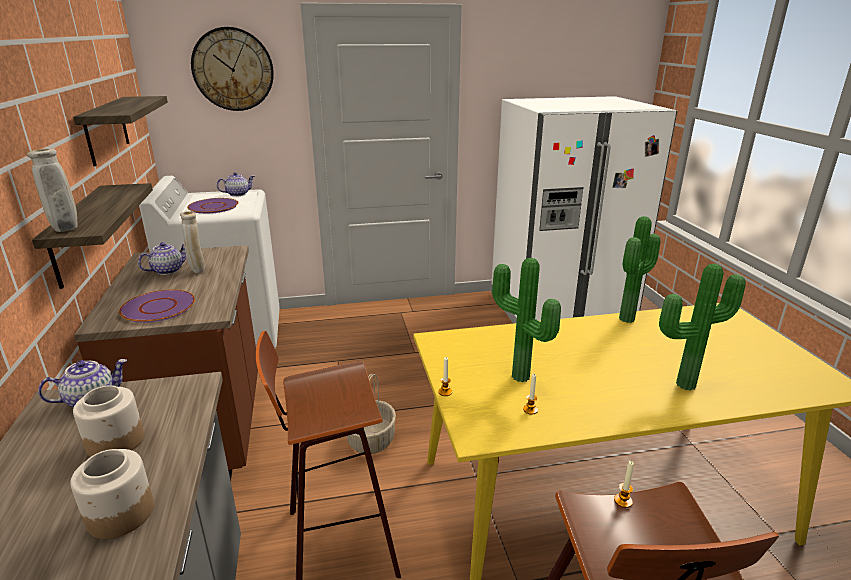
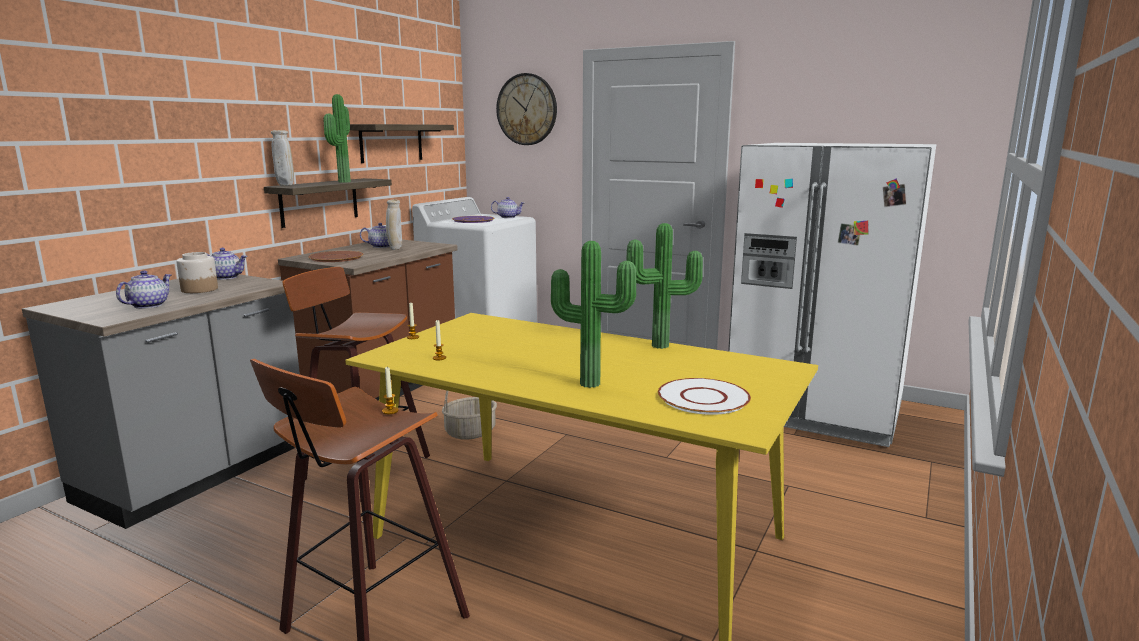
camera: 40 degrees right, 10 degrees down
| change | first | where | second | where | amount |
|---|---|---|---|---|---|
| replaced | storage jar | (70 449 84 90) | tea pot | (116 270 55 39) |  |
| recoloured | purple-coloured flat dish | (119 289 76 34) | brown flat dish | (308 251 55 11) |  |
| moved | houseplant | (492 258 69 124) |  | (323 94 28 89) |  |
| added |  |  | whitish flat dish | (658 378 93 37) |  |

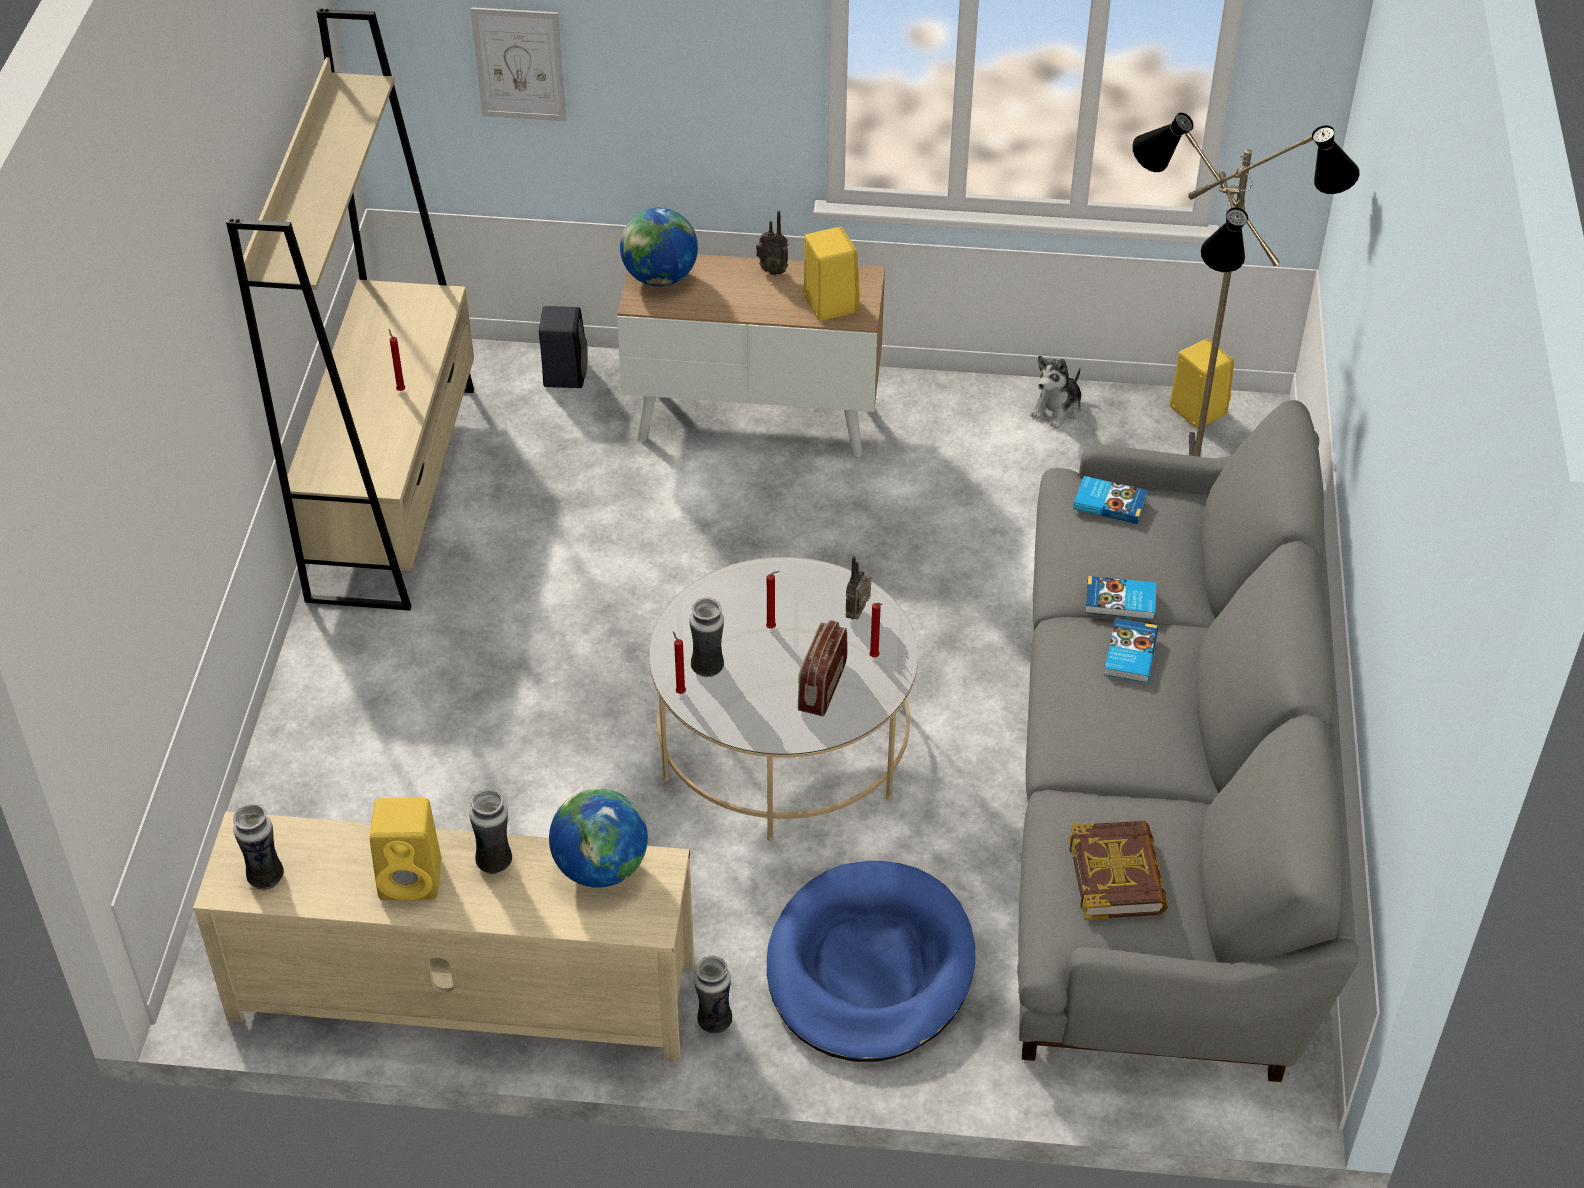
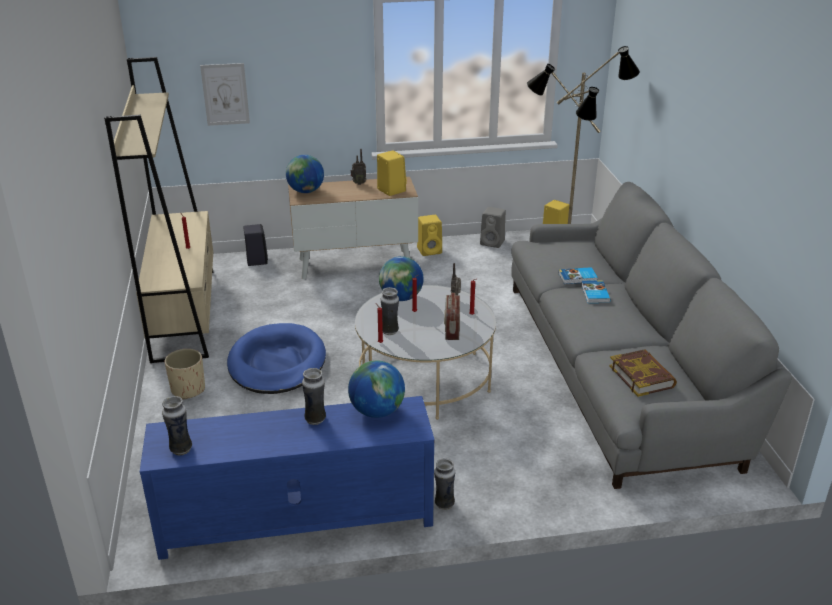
camera: 15 degrees left, 15 degrees down
| change | first | where | second | where | amount |
|---|---|---|---|---|---|
| recoloured | beige tv unit | (193 811 501 250) | blue tv unit | (140 396 295 164) |  |
| added |  |  | beige plant pot | (165 349 40 50) |  |
| moved | blue pet bed | (767 861 208 201) |  | (227 323 99 71) |  |
| added |  |  | globe | (379 256 45 45) |  |
| moved | yellowish loudspeaker | (370 798 71 102) |  | (417 215 25 41) |  |
| replaced | soft toy | (1030 356 52 73) | greyish loudspeaker | (480 207 26 41) |  |
| removed | book | (1073 476 75 48) |  |  |  |

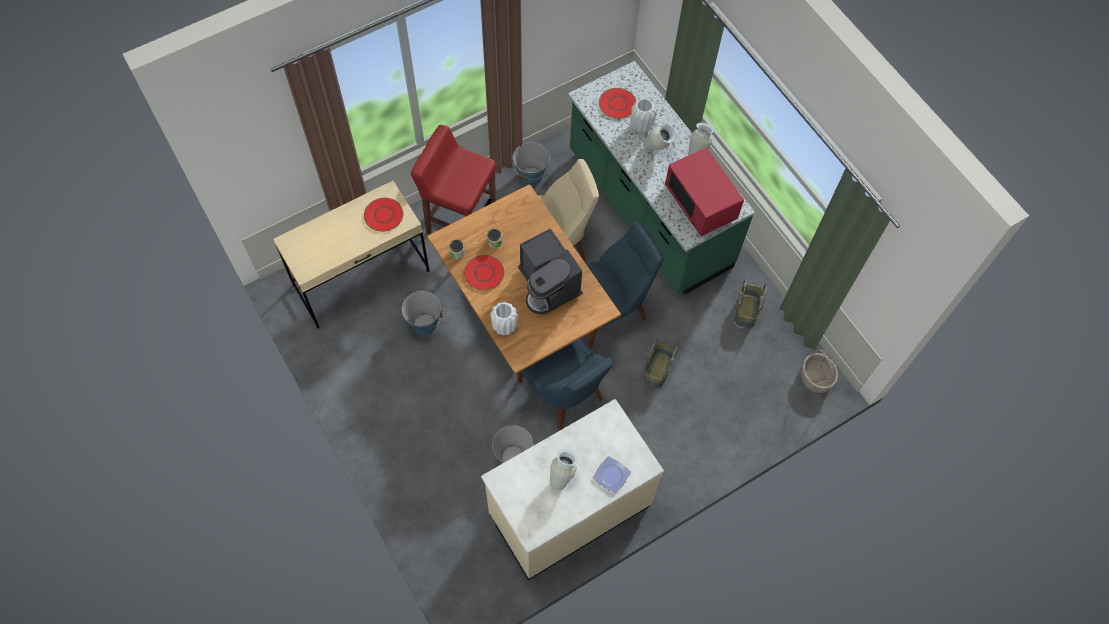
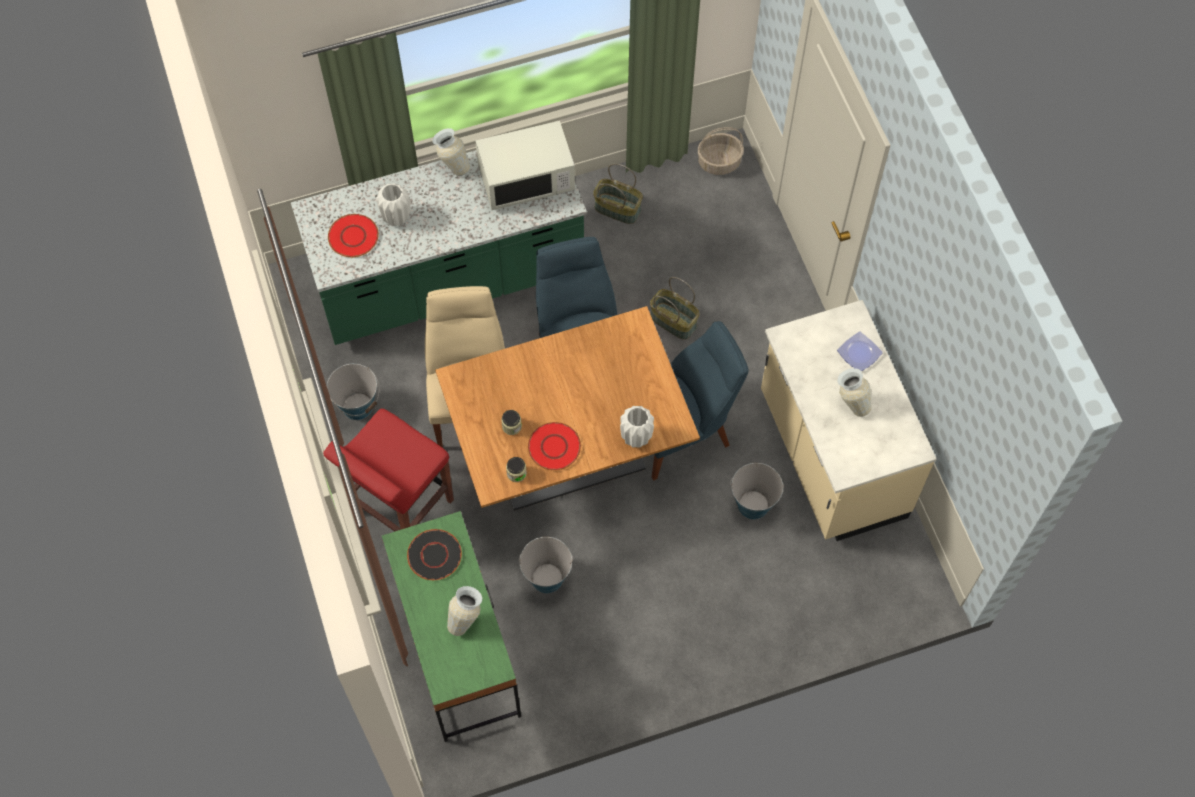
camera: 75 degrees left, 0 degrees up
| change | first | where | second | where | amount |
|---|---|---|---|---|---|
| recoloured | beige desk unit | (273 181 156 148) | green desk unit | (382 511 139 231) |  |
| recoloured | reddish flat dish | (364 198 39 34) | black flat dish | (407 529 55 51) |  |
| moved | vase | (643 125 33 27) |  | (447 586 35 50) |  |
| recoloured | reddish microwave | (665 147 79 89) | whitish microwave | (475 121 100 89) |  |
| removed | coffee machine | (518 228 65 86) |  |  |  |

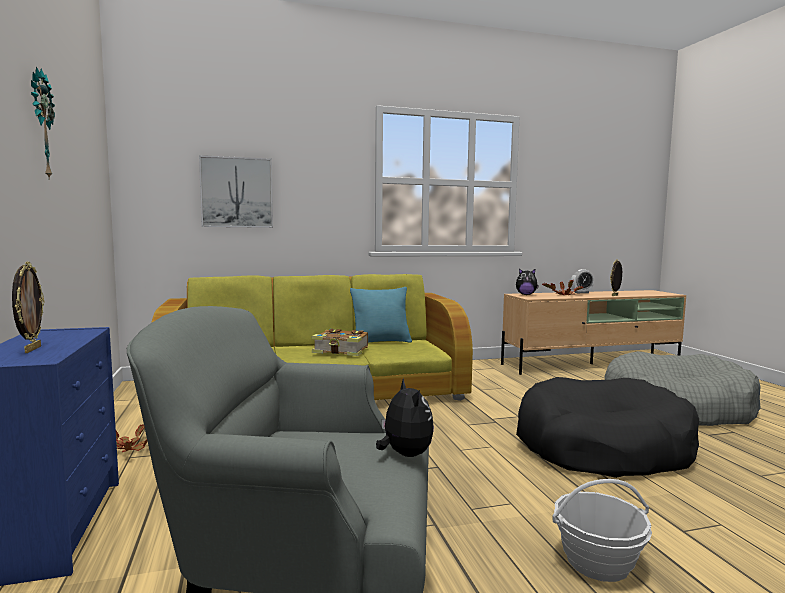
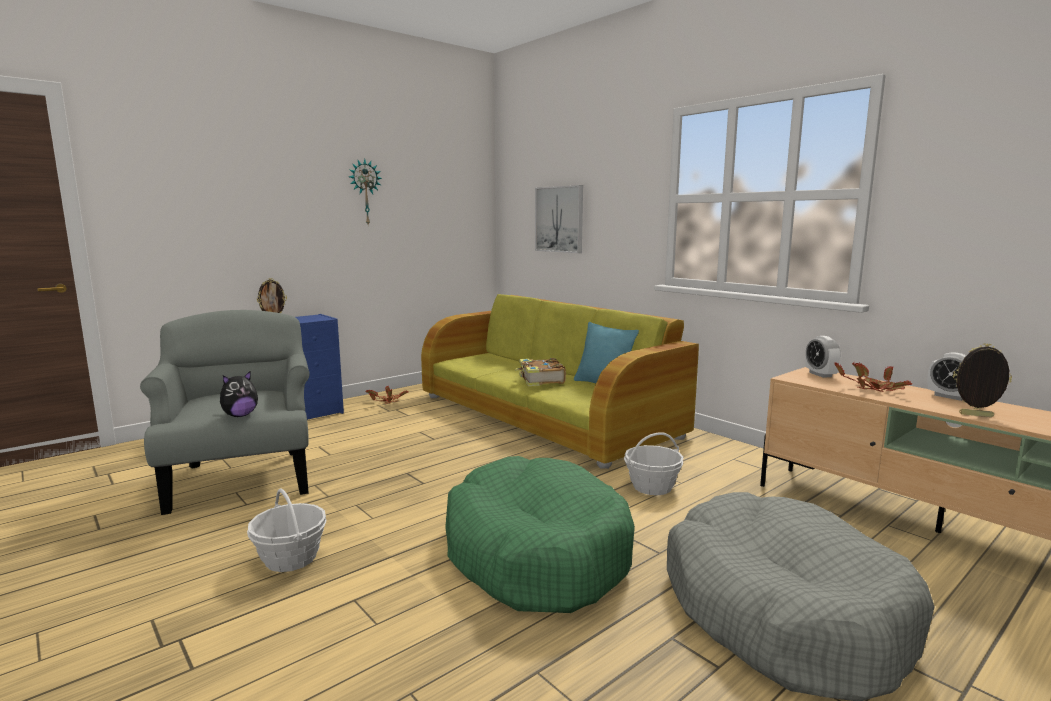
camera: 65 degrees right, 5 degrees up
| change | first | where | second | where | amount |
|---|---|---|---|---|---|
| recoloured | black pet bed | (516 377 183 101) | green pet bed | (445 456 190 157) |  |
| added |  |  | storage basket | (624 432 60 63) |  |
| replaced | soft toy | (516 268 23 27) | alarm clock | (805 336 36 42) |  |

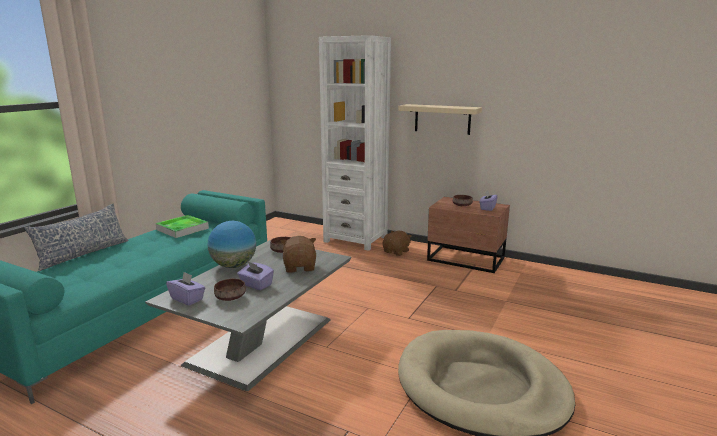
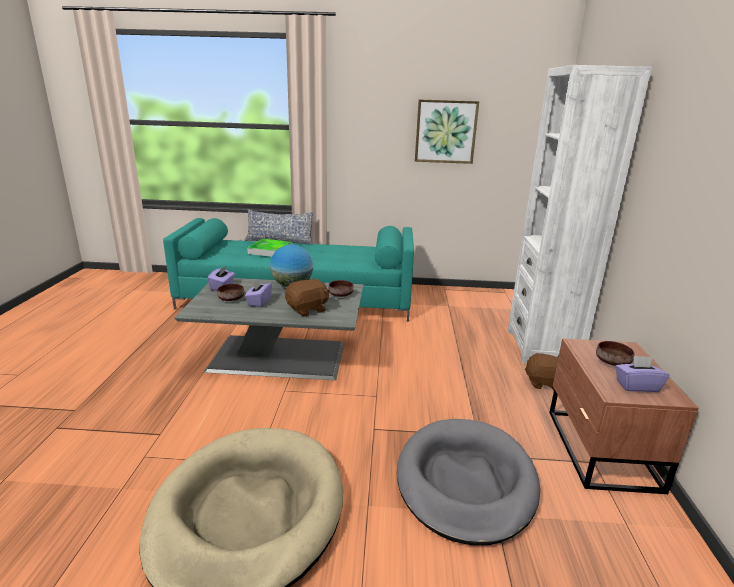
camera: 65 degrees right, 5 degrees up
| change | first | where | second | where | amount |
|---|---|---|---|---|---|
| moved | carrying tray | (156 215 53 23) |  | (247 239 45 18) |  |
| added |  |  | greyish pet bed | (397 419 143 126) |  |
| added |  |  | wall picture | (415 99 64 65) |  |
| removed | beige shelf | (398 104 84 31) |  |  |  |

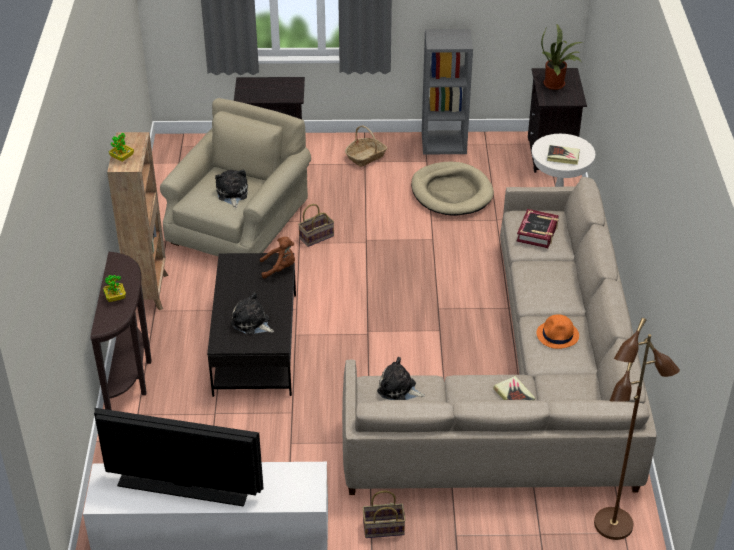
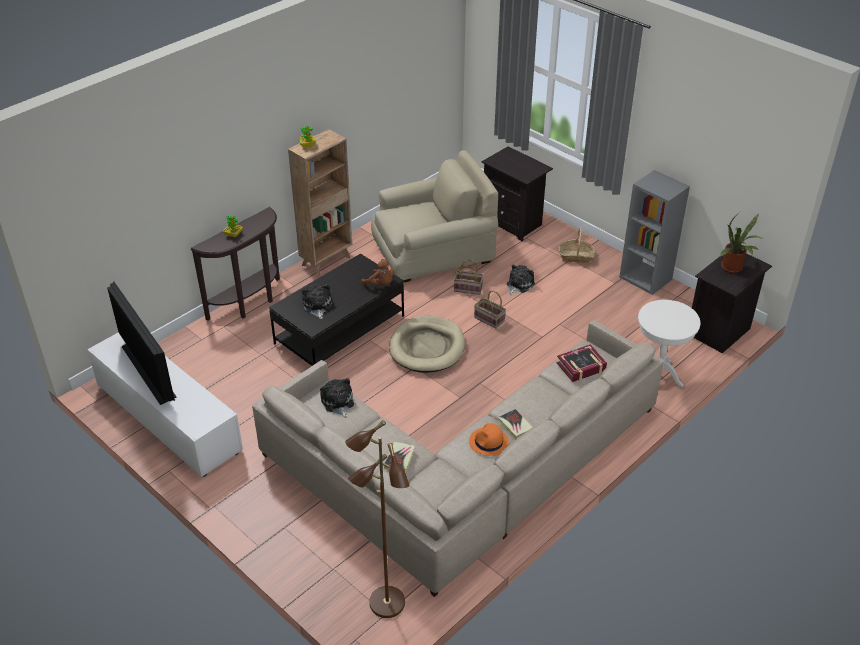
camera: 45 degrees right, 0 degrees up
| change | first | where | second | where | amount |
|---|---|---|---|---|---|
| moved | beige pet bed | (411 162 83 54) |  | (389 316 76 57) |  |
| moved | storage basket | (363 491 43 47) |  | (474 291 32 38) |  |
| moved | book | (547 145 33 20) |  | (498 409 34 30) |  |
| moved | soft toy | (215 170 33 38) |  | (507 265 28 30) |  |

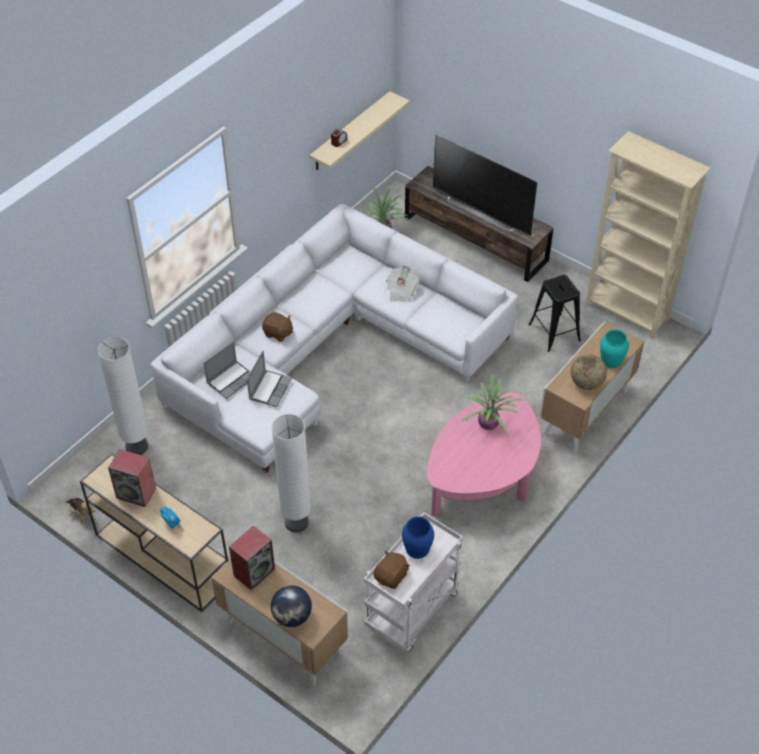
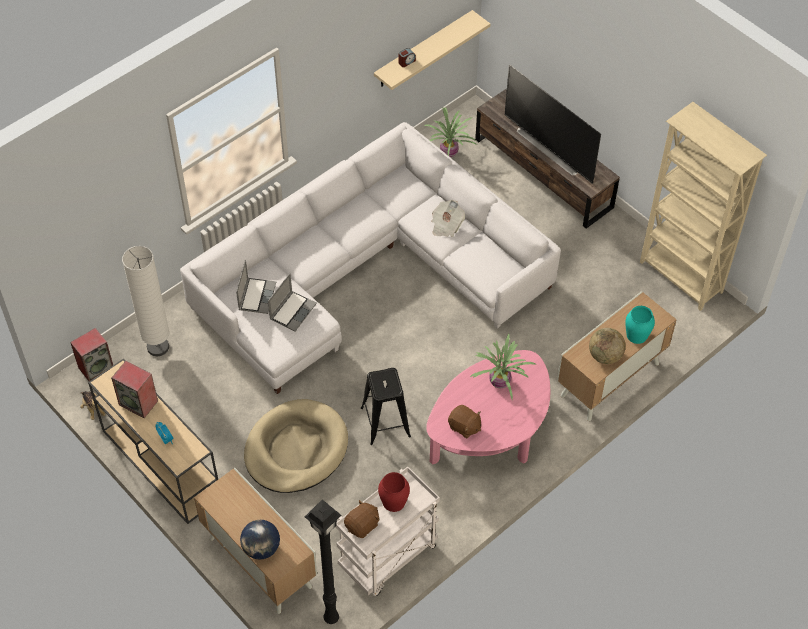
camera: 10 degrees right, 5 degrees up
| change | first | where | second | where | amount |
|---|---|---|---|---|---|
| moved | loudspeaker | (229 525 46 66) |  | (70 328 43 53) |  |
| turned | notebook computer | (204 341 46 58) |  | (236 260 40 54) | 45 degrees counterclockwise |
| replaced | whitish standing lamp | (272 414 39 119) | beige pet bed | (244 399 104 94) |  |
| added |  |  | black standing lamp | (305 500 36 124) |  |
| moved | black sitting stool | (529 275 52 77) |  | (361 368 50 77) |  |
| recoloured | blue vase | (402 516 32 43) | reddish vase | (378 472 32 40) |  |
| moved | brown soft toy | (262 312 31 30) |  | (448 405 33 33) |  |

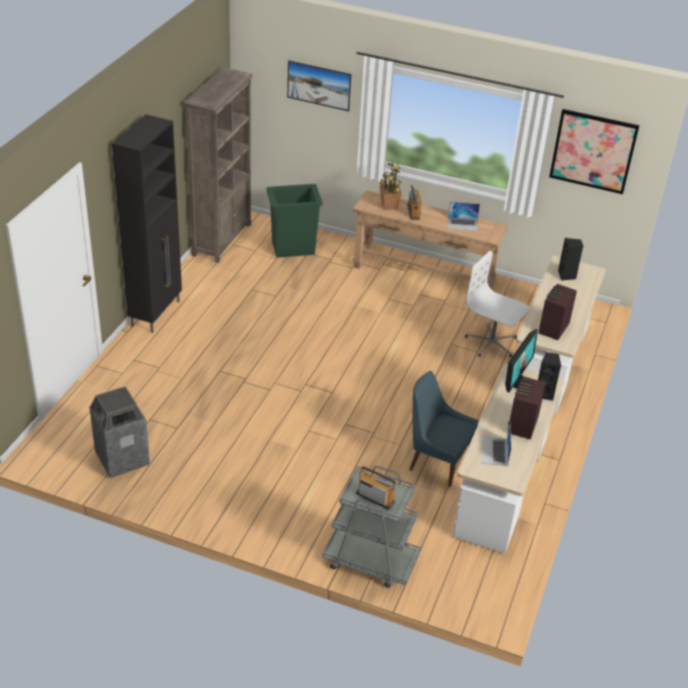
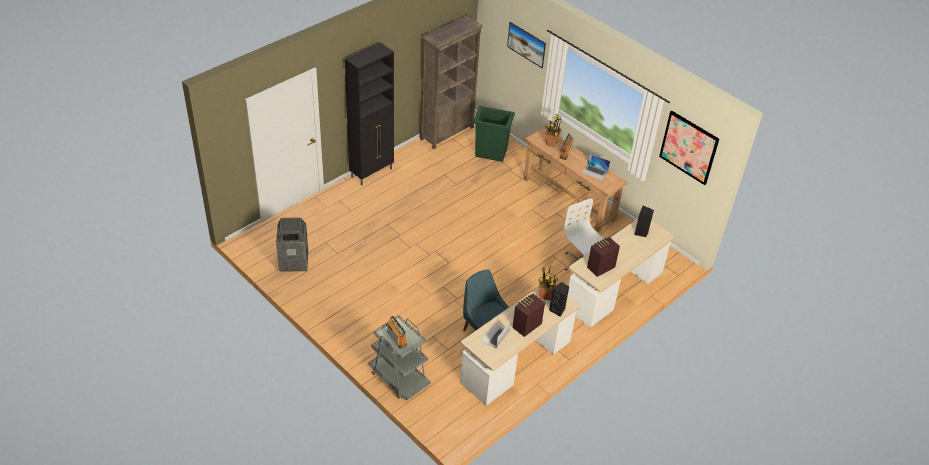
camera: 25 degrees right, 5 degrees up
| change | first | where | second | where | amount |
|---|---|---|---|---|---|
| replaced | computer display | (505 329 33 63) | houseplant | (538 264 20 37) |  |

